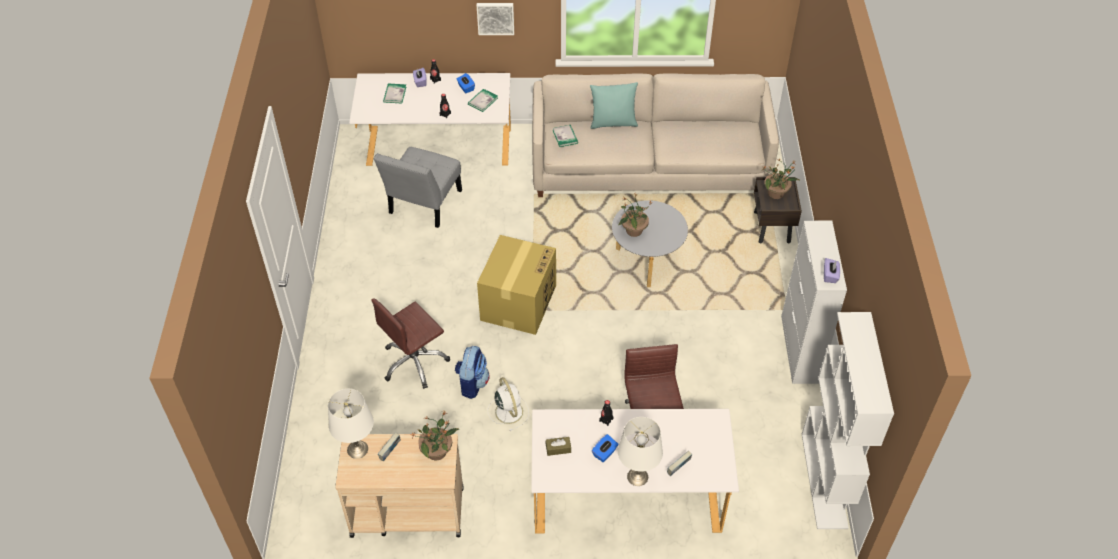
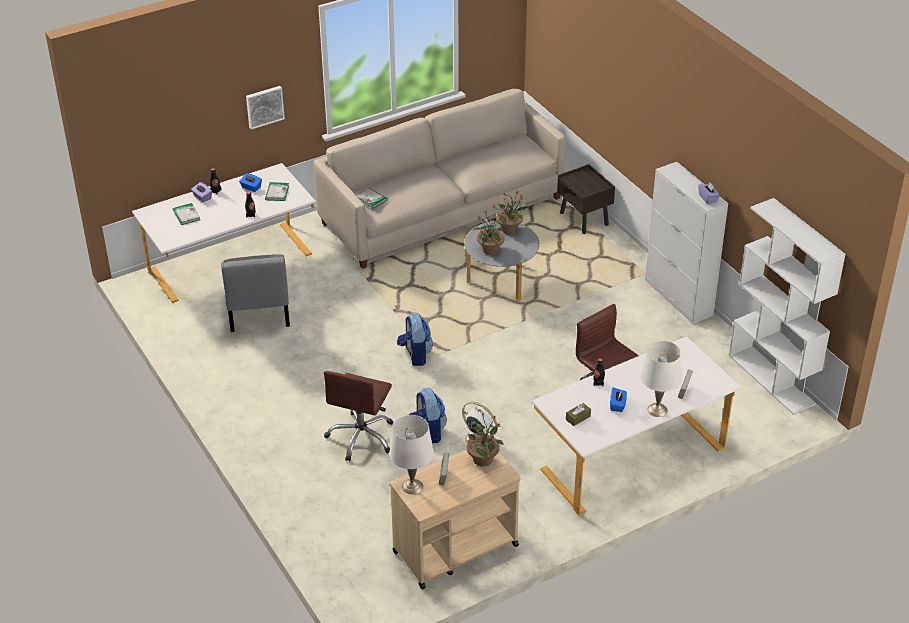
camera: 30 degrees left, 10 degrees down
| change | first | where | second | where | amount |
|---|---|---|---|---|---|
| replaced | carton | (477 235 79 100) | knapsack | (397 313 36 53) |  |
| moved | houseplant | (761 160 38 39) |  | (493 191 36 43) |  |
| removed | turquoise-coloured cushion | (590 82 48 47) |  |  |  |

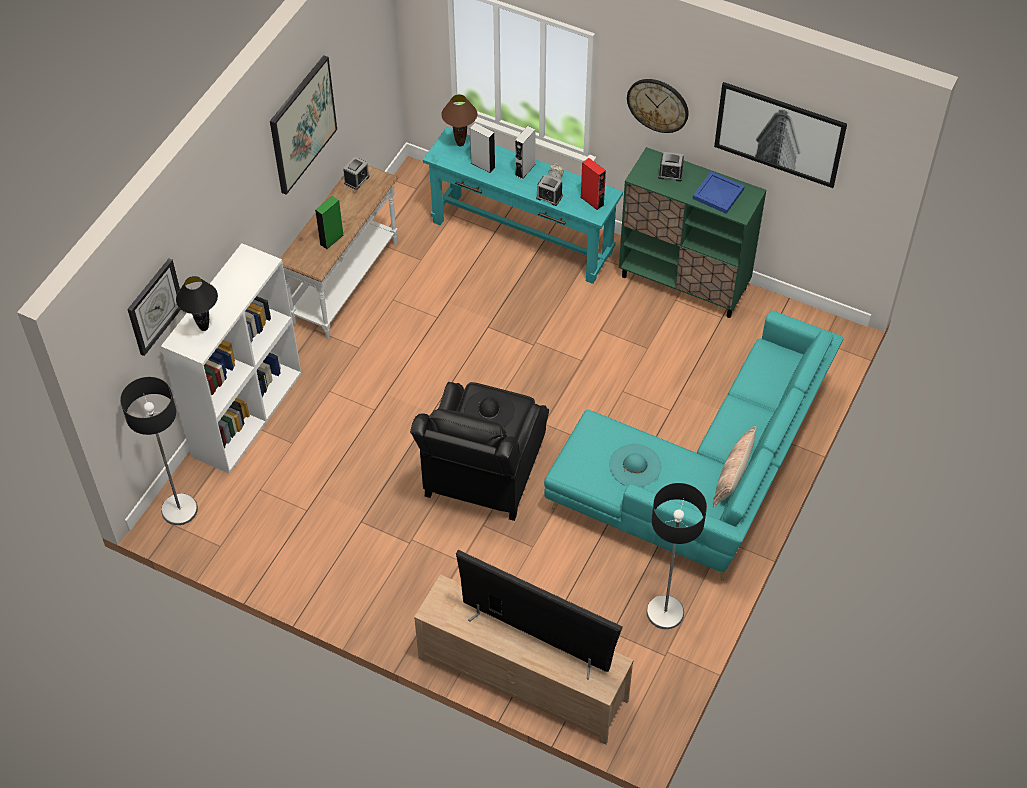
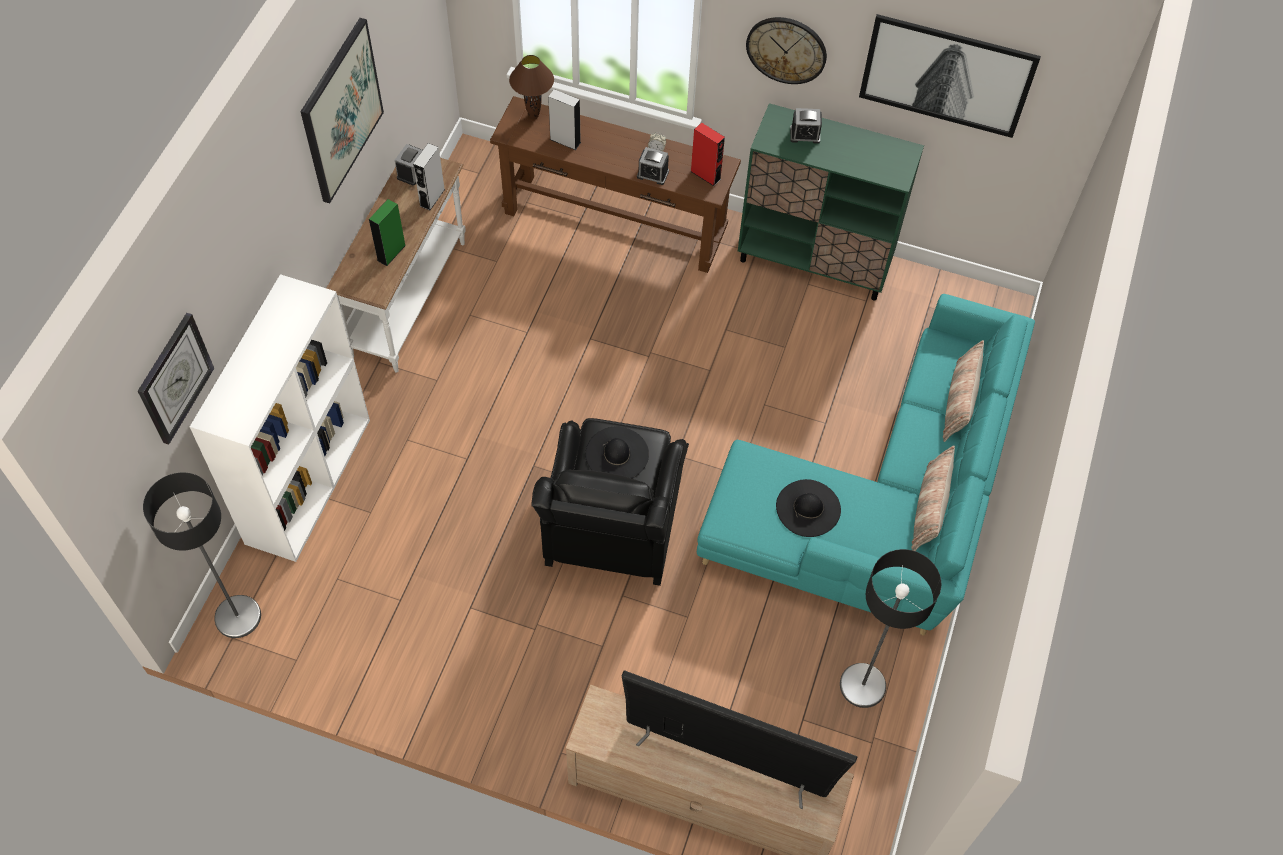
camera: 10 degrees left, 5 degrees up
| change | first | where | second | where | amount |
|---|---|---|---|---|---|
| moved | greyish loudspeaker | (515 126 21 53) |  | (413 143 32 67) |  |
| recoloured | turquoise-coloured narrow table | (423 127 200 157) | brown narrow table | (490 96 251 177) |  |
| recoloured | turquoise-coloured wearable hat | (609 444 52 43) | black wearable hat | (776 479 65 58) |  |
| added |  |  | cushion | (943 340 41 102) |  |
| removed | black lamp for a table | (176 276 42 55) |  |  |  |
| removed | blue carrying tray | (693 171 52 43) |  |  |  |

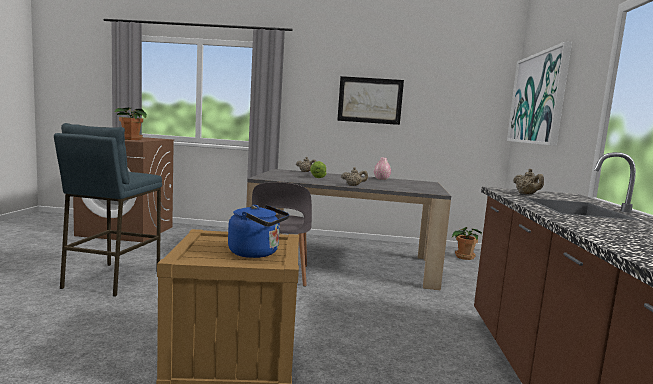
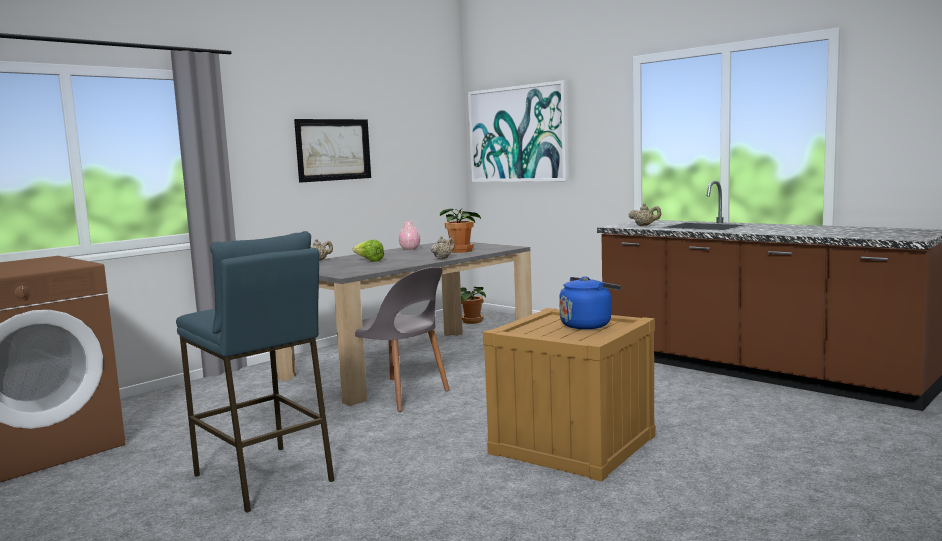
camera: 50 degrees left, 0 degrees up
| change | first | where | second | where | amount |
|---|---|---|---|---|---|
| moved | houseplant | (115 108 32 32) |  | (440 208 41 45) |  |

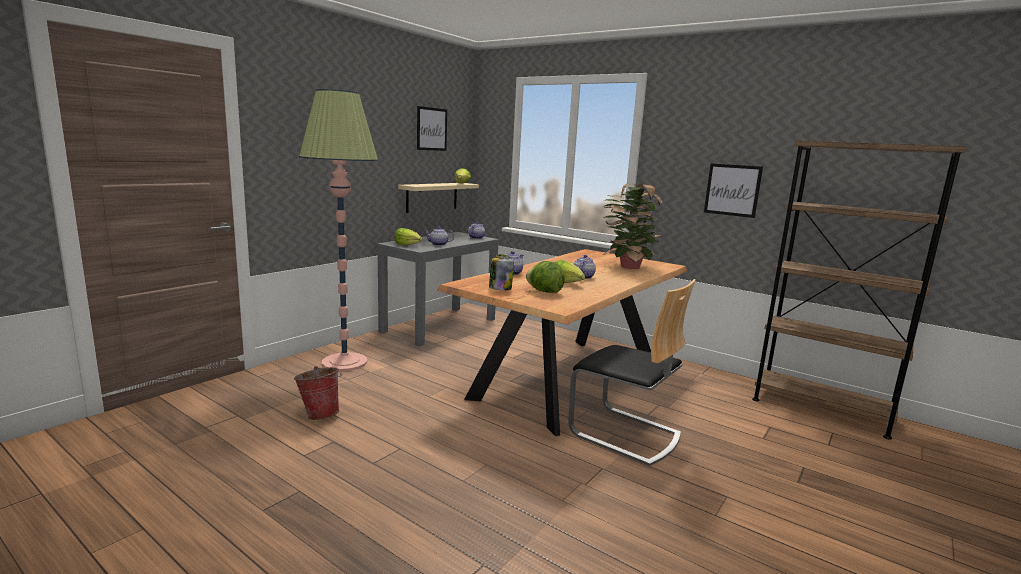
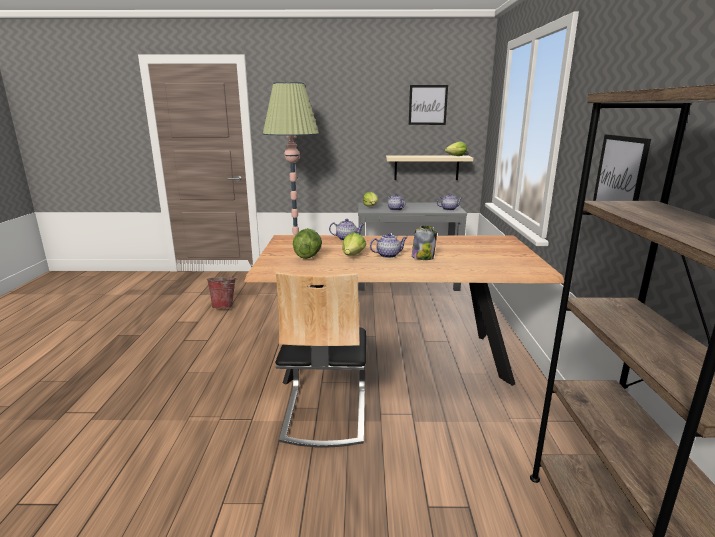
camera: 55 degrees right, 5 degrees up
| change | first | where | second | where | amount |
|---|---|---|---|---|---|
| moved | storage jar | (489 254 25 36) |  | (412 226 25 34) |  |
| removed | houseplant | (603 183 60 86) |  |  |  |

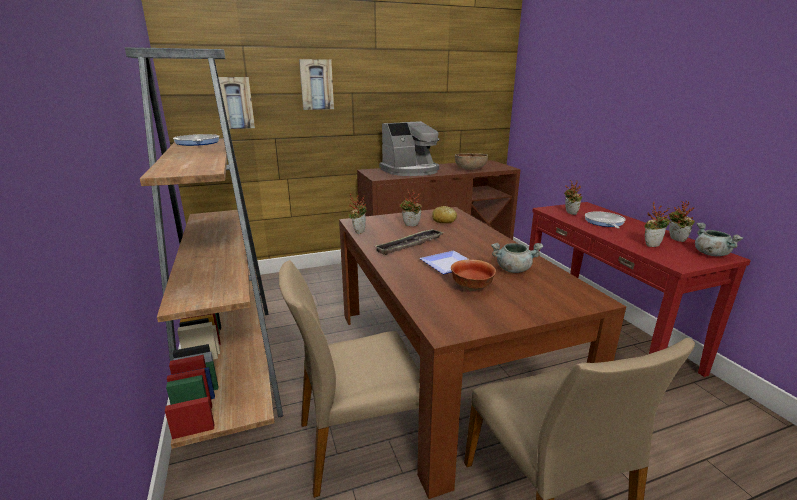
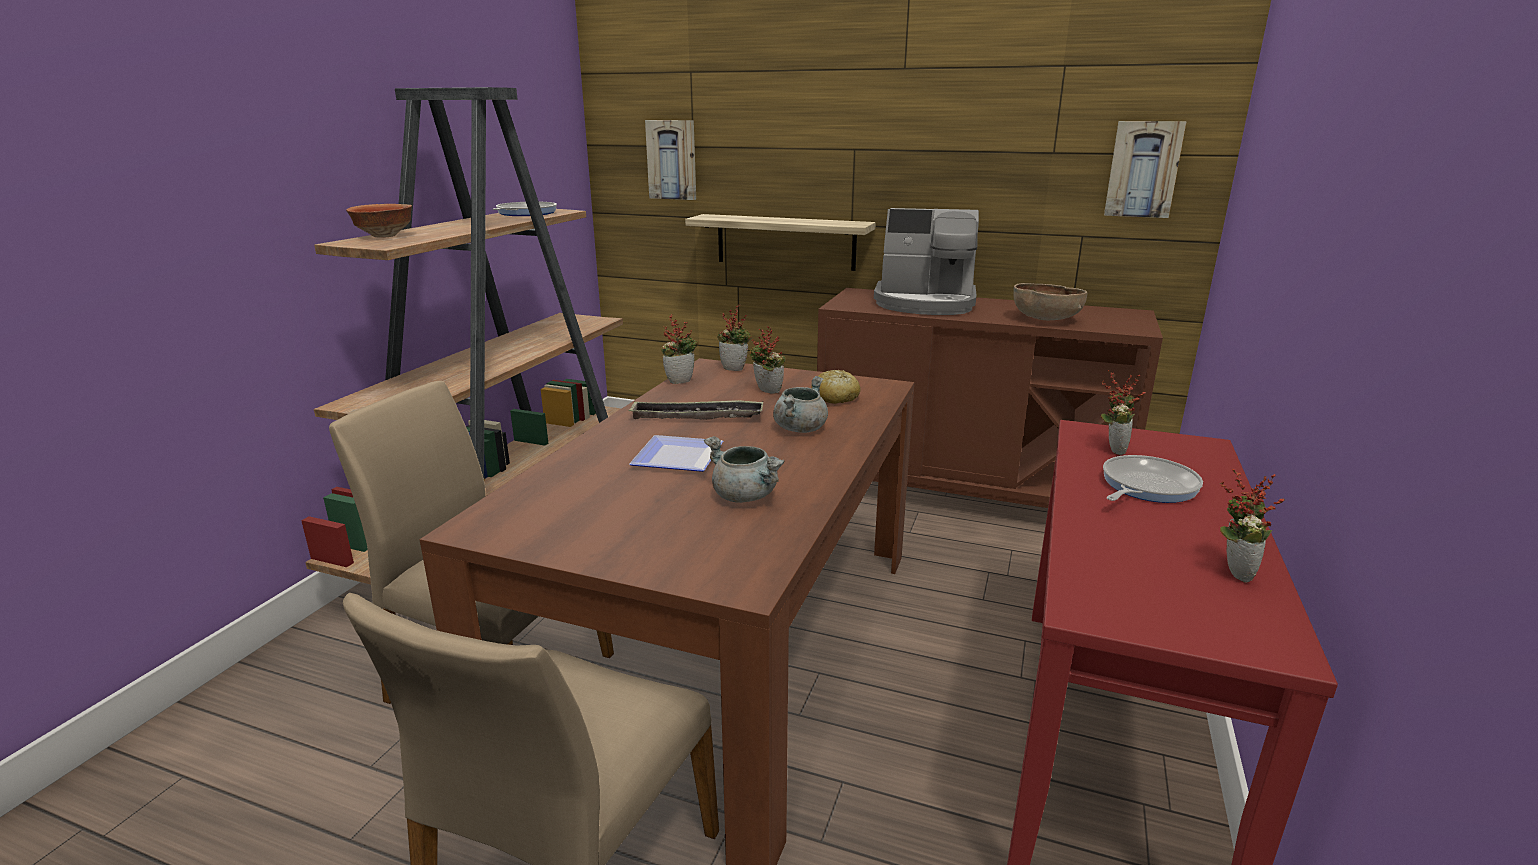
camera: 40 degrees right, 0 degrees up
| change | first | where | second | where | amount |
|---|---|---|---|---|---|
| moved | deep dish | (451 260 45 31) |  | (346 204 66 33) |  |
| added |  |  | shelf | (685 214 191 57) |  |
| moved | houseplant | (645 202 25 45) |  | (718 304 34 67) |  |
| moved | greyish stockpot | (695 223 49 33) |  | (773 376 55 57) |  |
| moved | wall picture | (299 59 35 51) |  | (1104 121 83 97) |  |

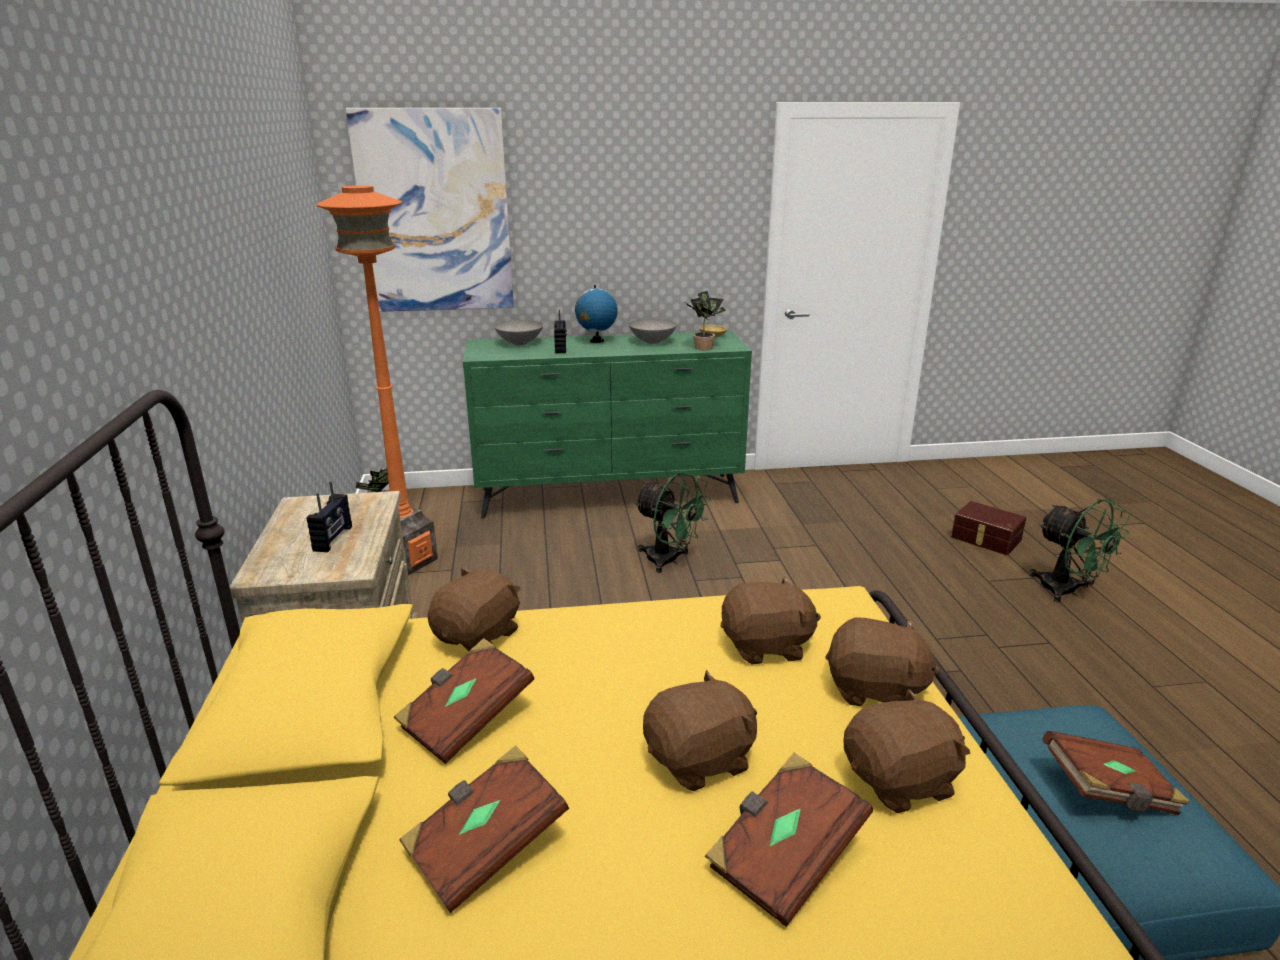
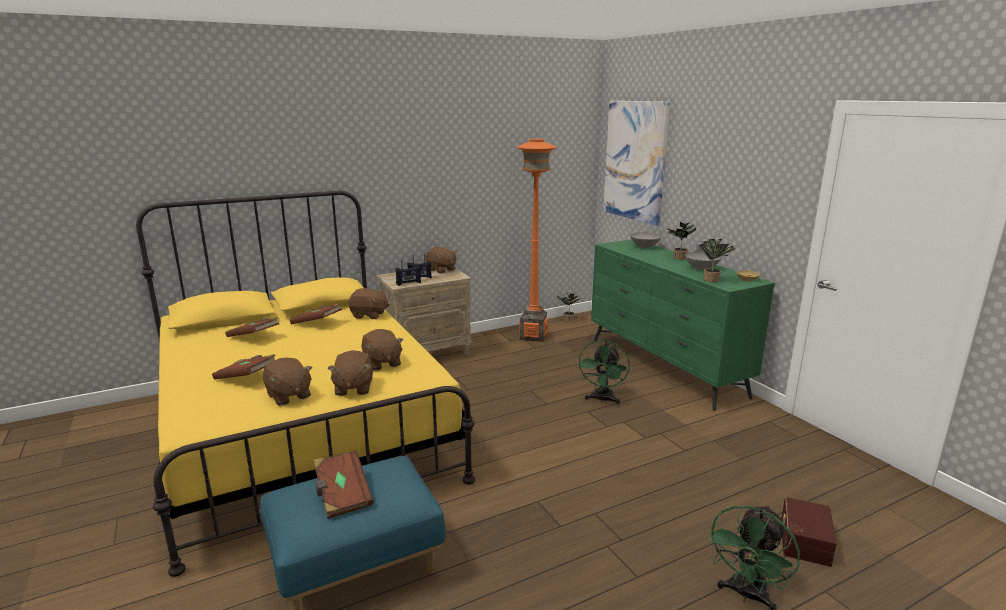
camera: 70 degrees right, 5 degrees down
| change | first | where | second | where | amount |
|---|---|---|---|---|---|
| moved | radio set | (554 310 13 43) |  | (395 259 26 27) |  |
| moved | brown soft toy | (643 670 114 121) |  | (426 247 31 26) |  |
| replaced | globe | (575 285 43 58) | houseplant | (666 222 30 38) |  |

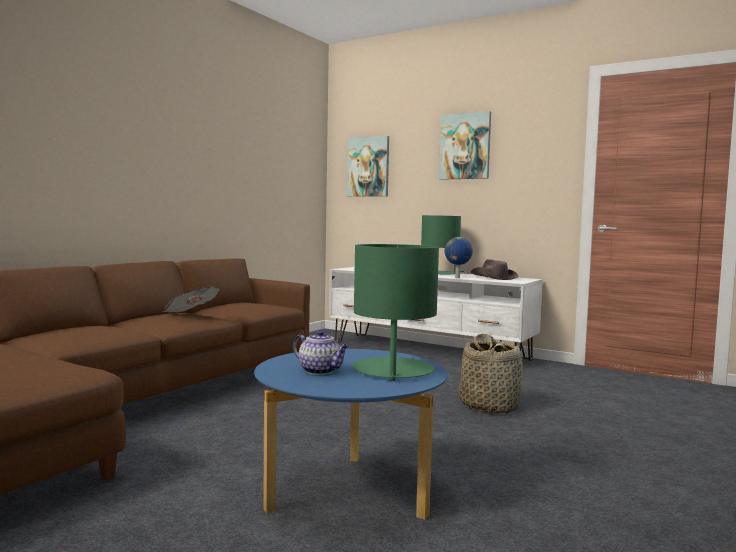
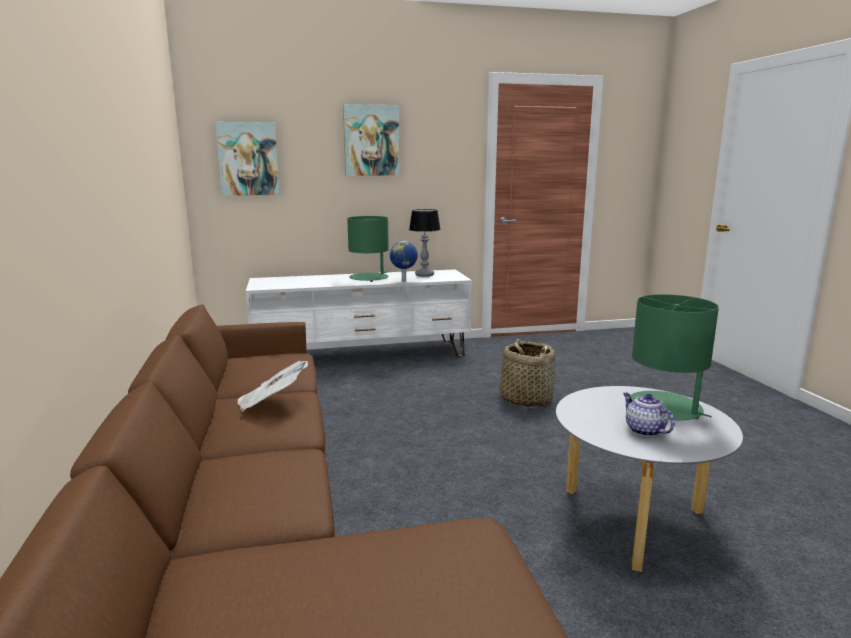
camera: 45 degrees left, 10 degrees up
| change | first | where | second | where | amount |
|---|---|---|---|---|---|
| replaced | brown wearable hat | (471 259 47 21) | lamp for a table | (409 209 32 68) |  |
| recoloured | blue lounge table | (254 349 194 171) | greyish lounge table | (556 386 187 186) |  |
| turned | tea pot | (293 330 56 45) |  | (623 393 52 43) | 105 degrees counterclockwise |

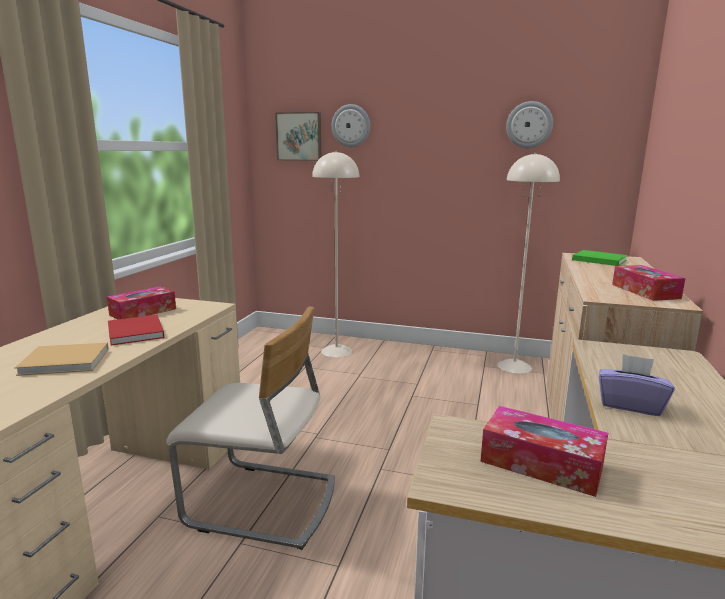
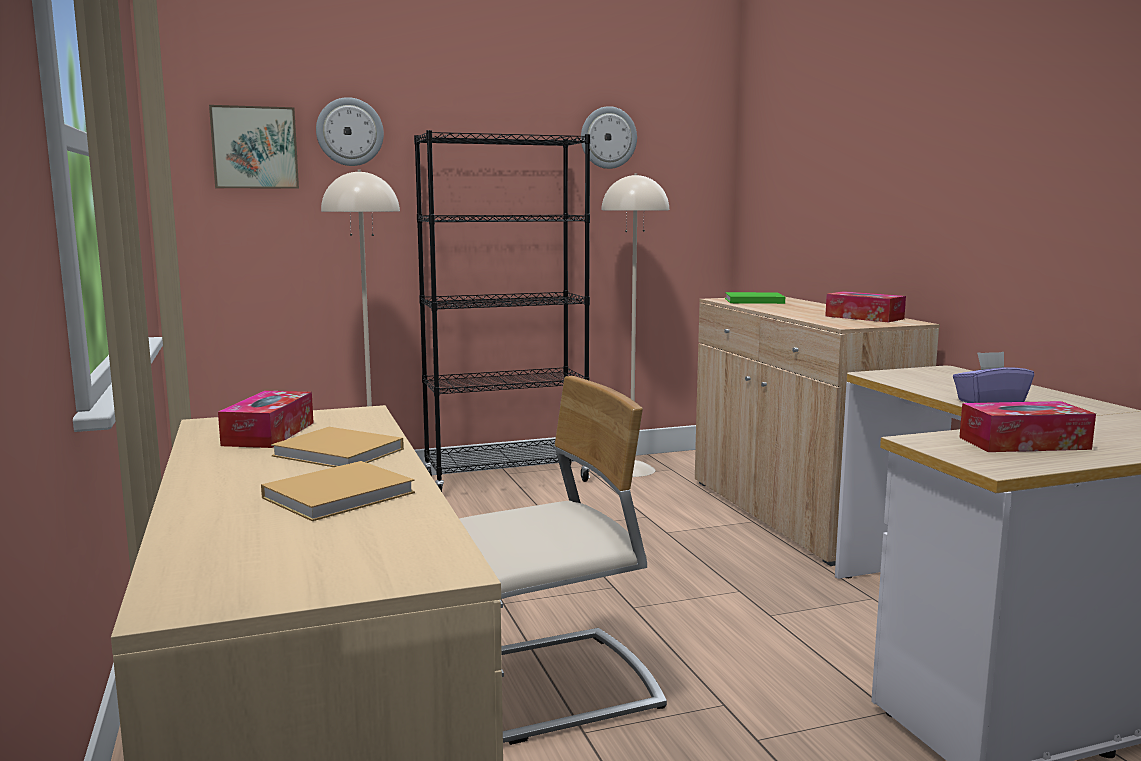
camera: 35 degrees left, 5 degrees down
| change | first | where | second | where | amount |
|---|---|---|---|---|---|
| recoloured | reddish book | (108 315 57 31) | beige book | (271 427 133 40) |  |
| added |  |  | black shelving unit | (414 130 176 362) |  |

